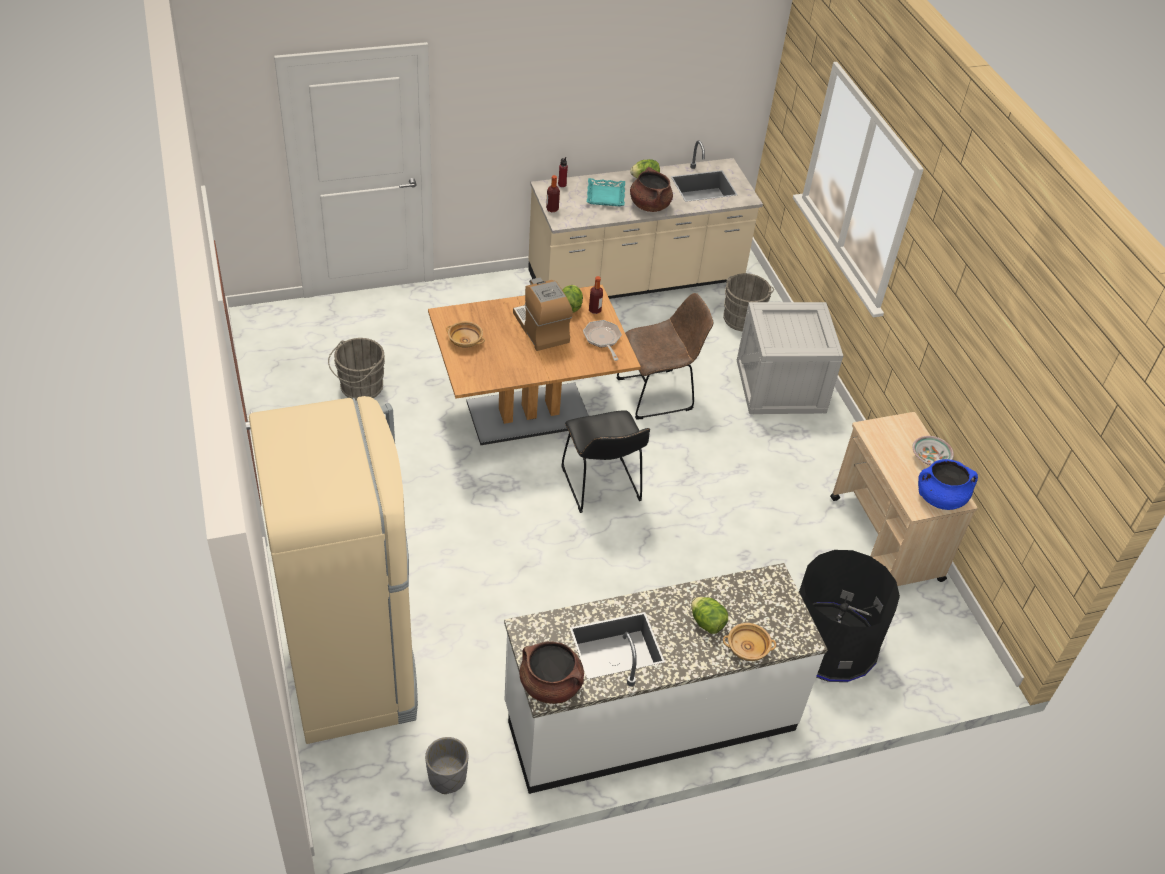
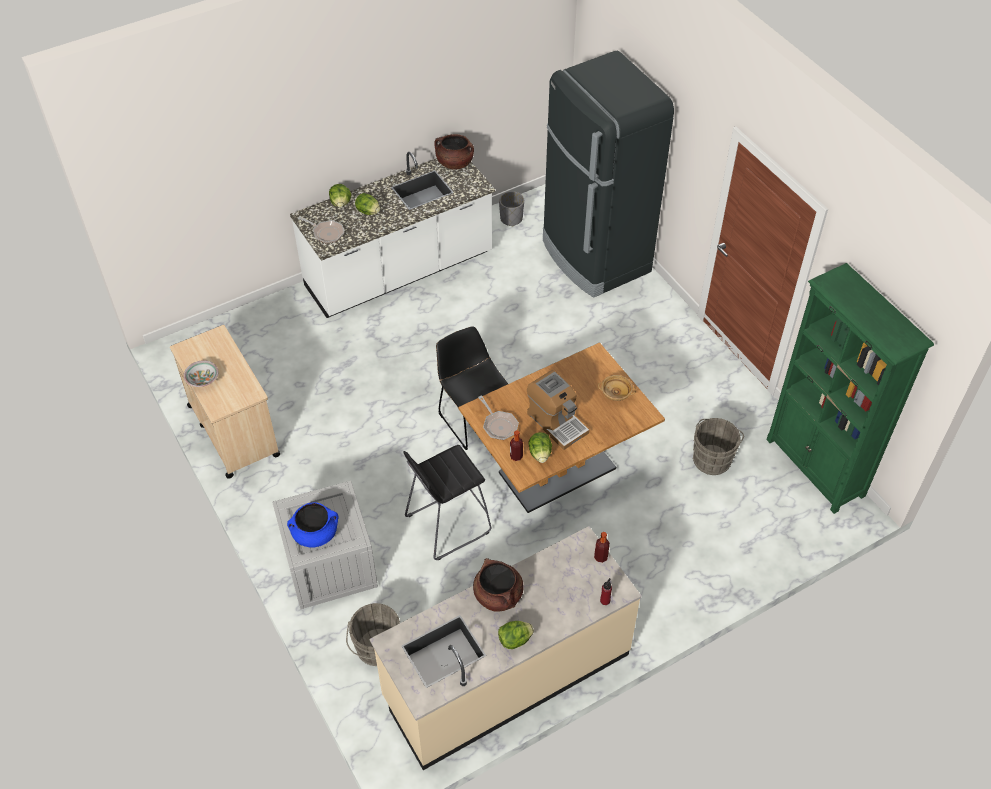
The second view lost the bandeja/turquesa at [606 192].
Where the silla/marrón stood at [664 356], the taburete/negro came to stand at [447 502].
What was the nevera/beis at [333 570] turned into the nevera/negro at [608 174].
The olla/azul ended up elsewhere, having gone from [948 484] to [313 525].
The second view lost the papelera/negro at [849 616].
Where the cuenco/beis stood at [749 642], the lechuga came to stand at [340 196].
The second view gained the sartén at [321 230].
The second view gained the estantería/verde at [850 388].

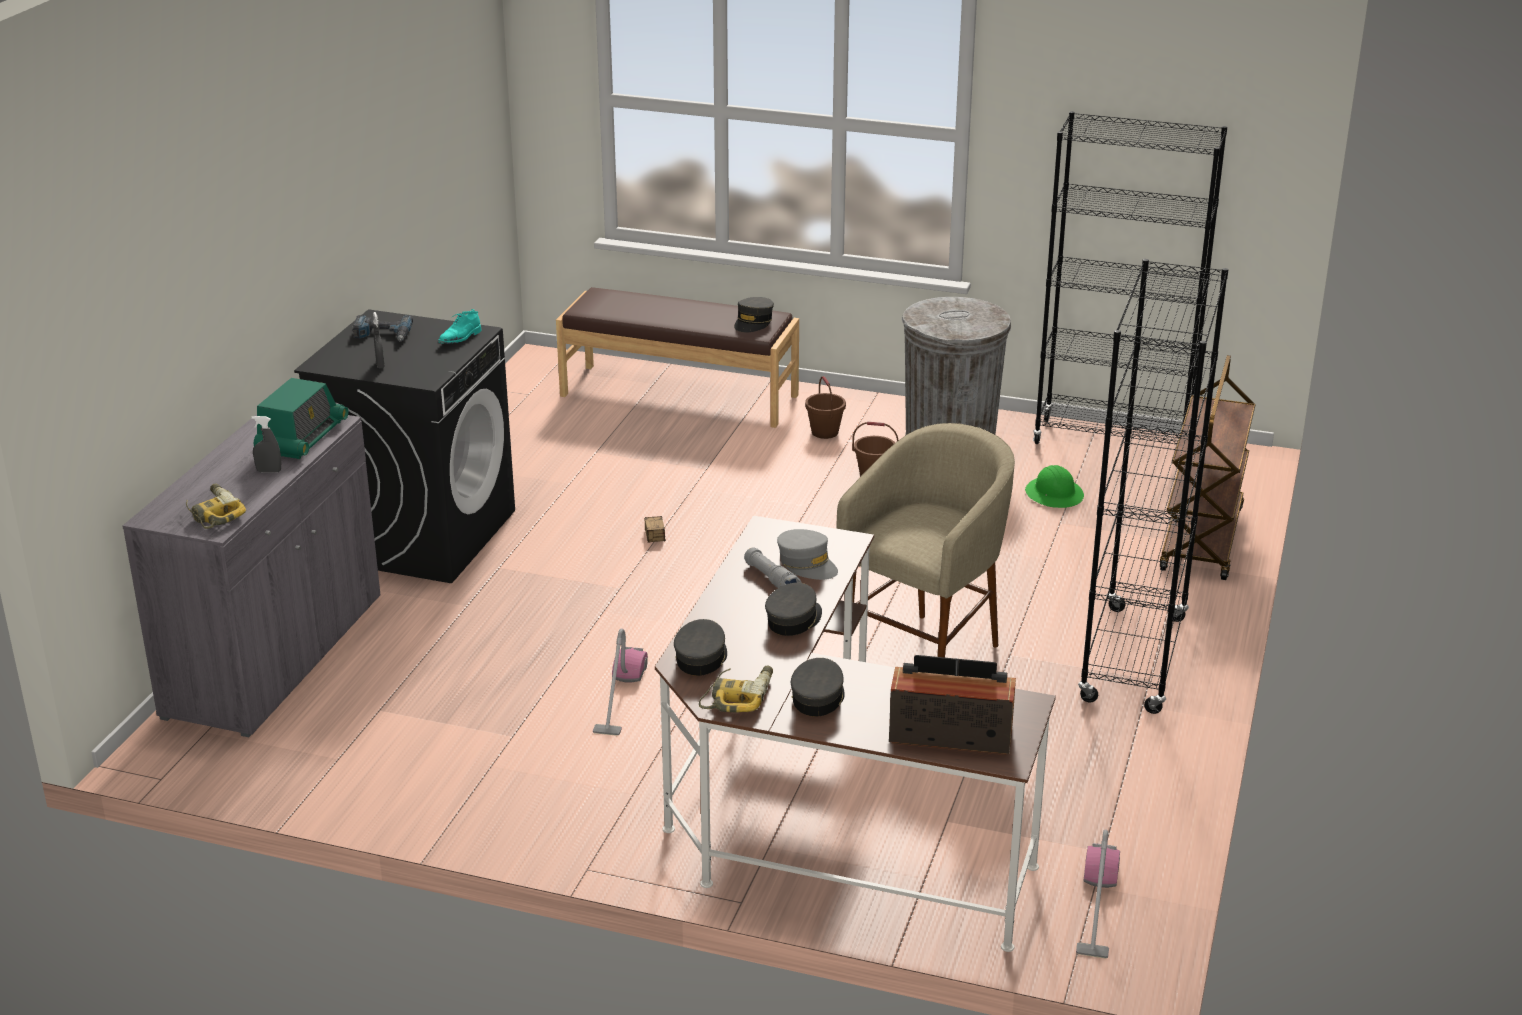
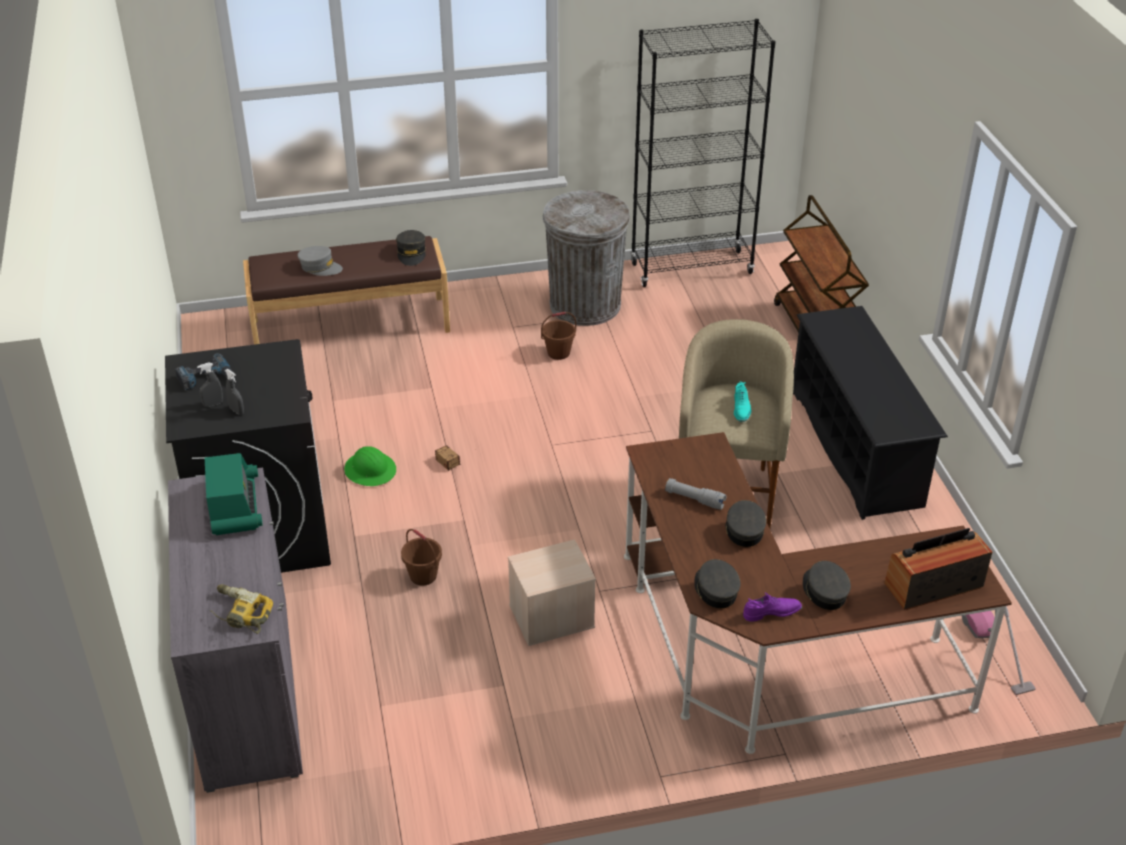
Where the estantería/negro stood at [1153 486], the zapatero/negro came to stand at [870 413].
The zapato/turquesa ended up elsewhere, having gone from [459 326] to [742 401].
The cubo/marrón ended up elsewhere, having gone from [825 407] to [421 557].
The pulverizador/gris ended up elsewhere, having gone from [266 444] to [210 385].
The casco/verde ended up elsewhere, having gone from [1054 486] to [370 466].
The gorra/gris ended up elsewhere, having gone from [807 554] to [320 261].
Where the aspiradora stood at [620 682], the caja de almacenaje/beis came to stand at [552 592].
Where the taladro stood at [736 688], the zapato/morado came to stand at [772 607].

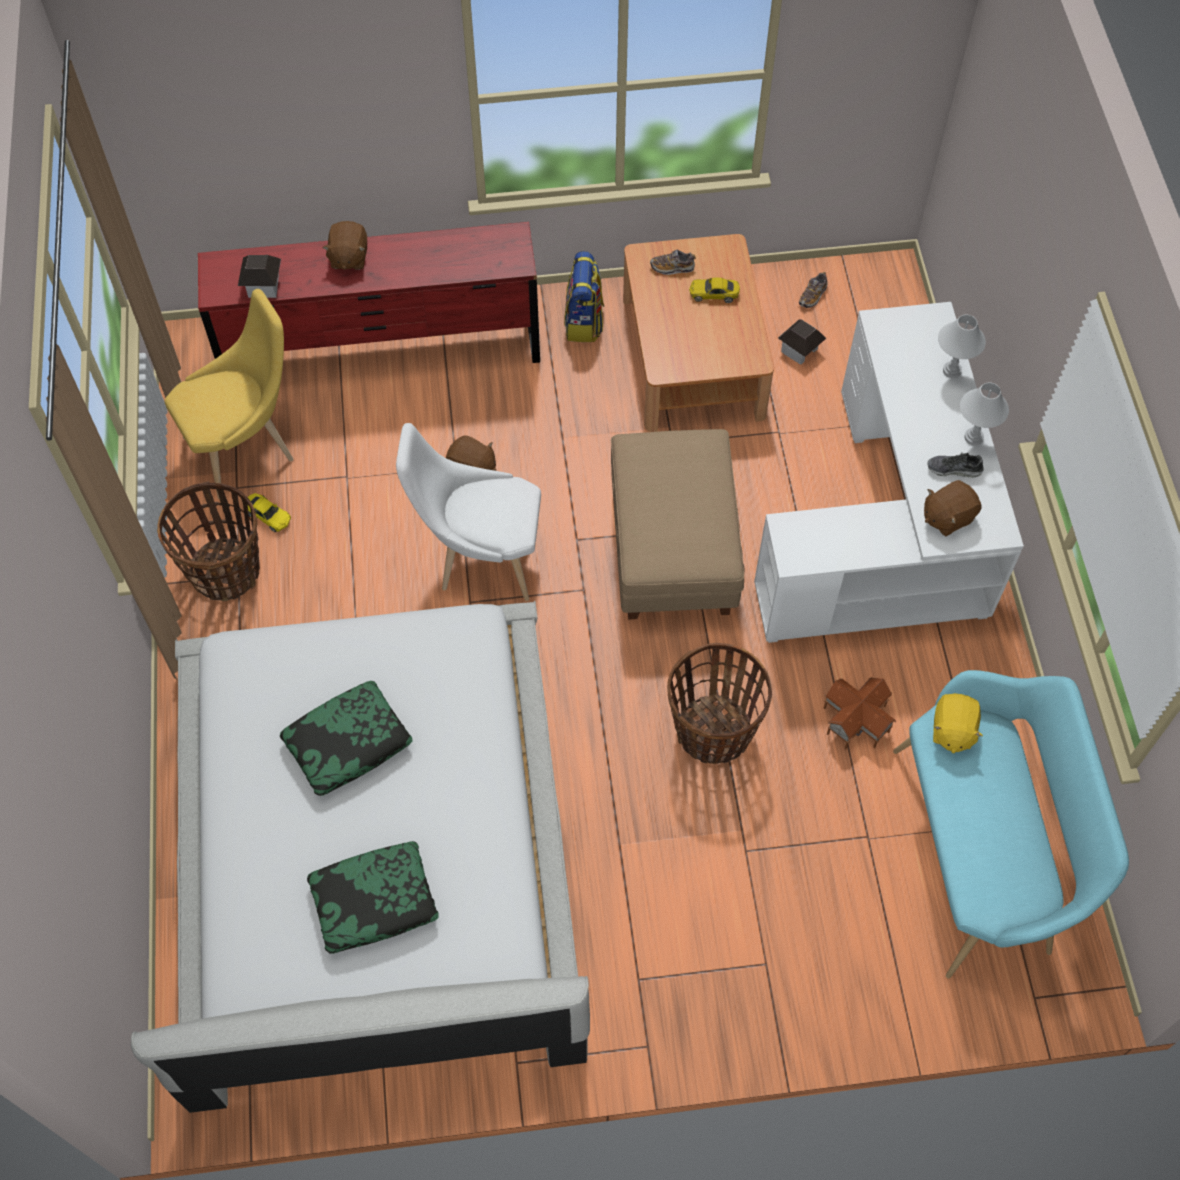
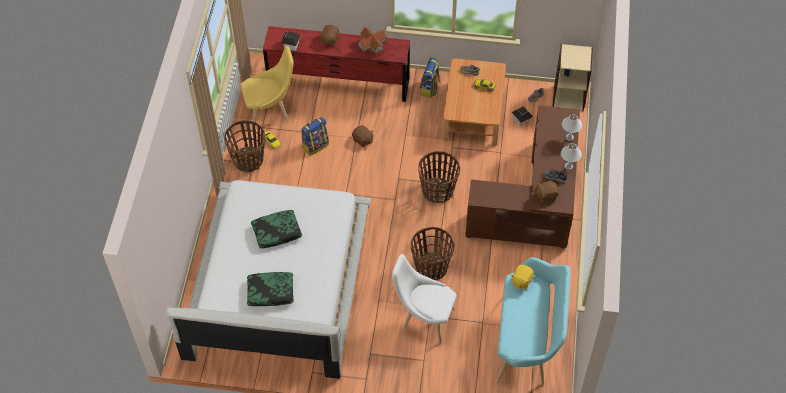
What was the escritorio/blanco at [889 472] turned into the escritorio/marrón at [522 177].
The silla/blanco ended up elsewhere, having gone from [468 512] to [424 299].
Where the puf/beis stood at [677 524], the cesta came to stand at [439 177].
The casita ended up elsewhere, having gone from [860 713] to [372 42].
The second view gained the estantería/beis at [573 77].
The second view gained the mochila at [315 136].

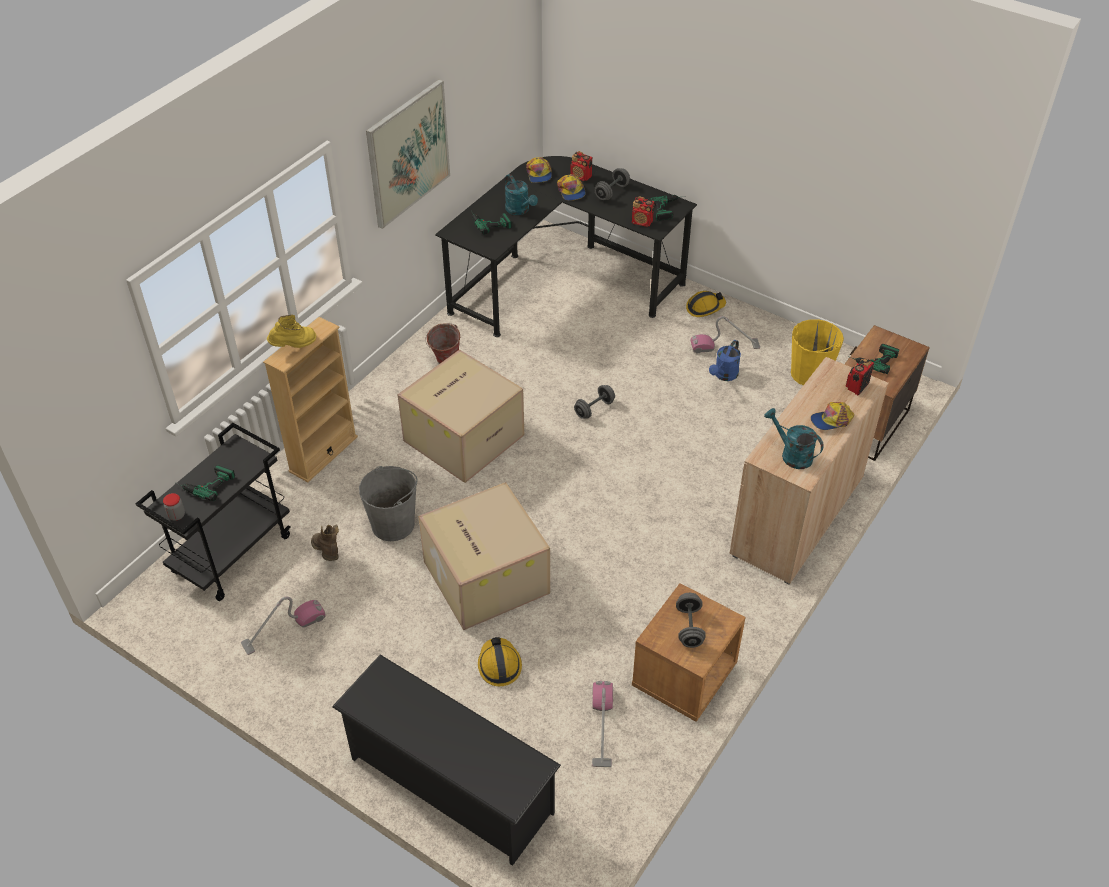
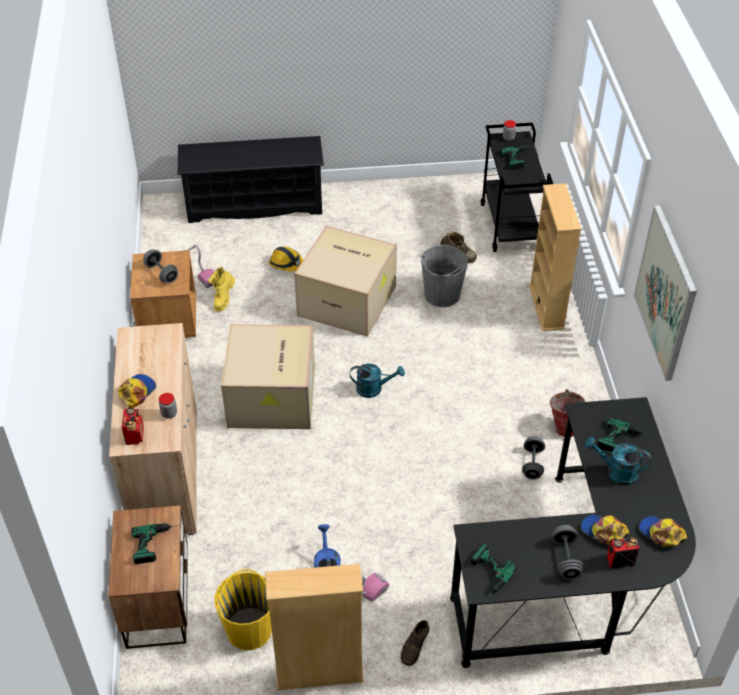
The second view lost the radio at [643 211].
Where the casco stood at [706 304], the zapato/marrón came to stand at [415 643].
The bota/amarillo ended up elsewhere, having gone from [291 331] to [221 289].
The caja de cartón ended up elsewhere, having gone from [460 416] to [268 376].
The mancuerna/gris ended up elsewhere, having gone from [594 402] to [533 458].
The regadera/turquesa ended up elsewhere, having gone from [794 438] to [377 381].
The second view lost the aspiradora at [283 626].
The second view gained the tarro at [168 406].
The second view gained the estantería/beis at [314 627].

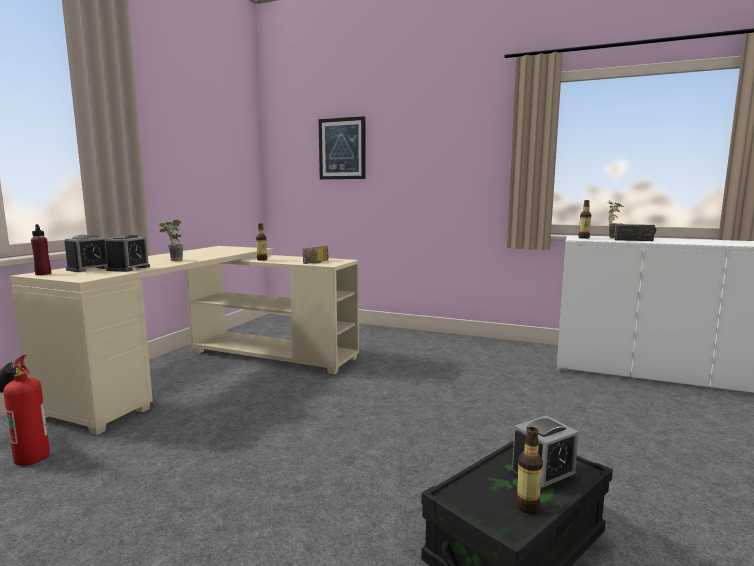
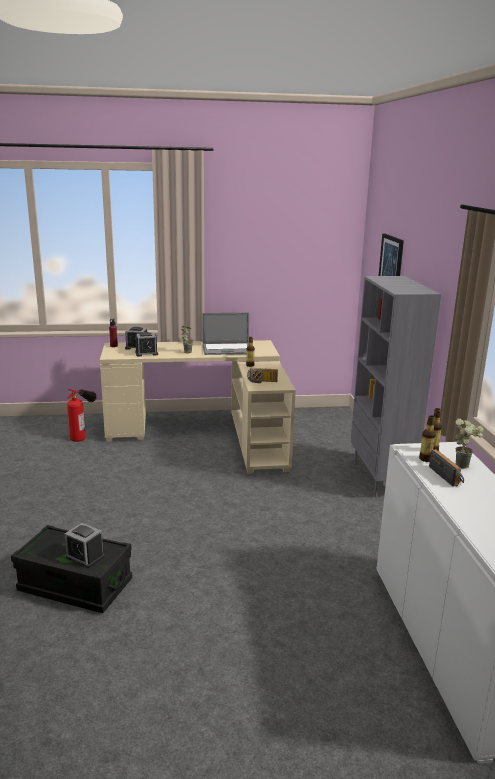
The botella ended up elsewhere, having gone from [529 470] to [427 438].
The second view gained the estantería/gris at [396 386].
The second view gained the portátil at [225 333].

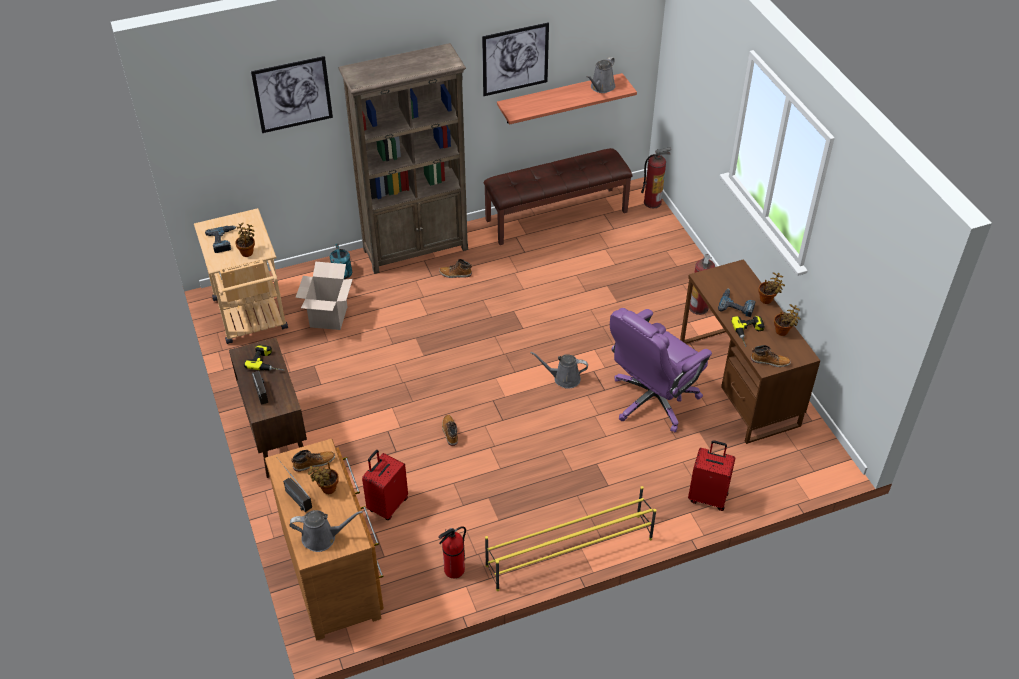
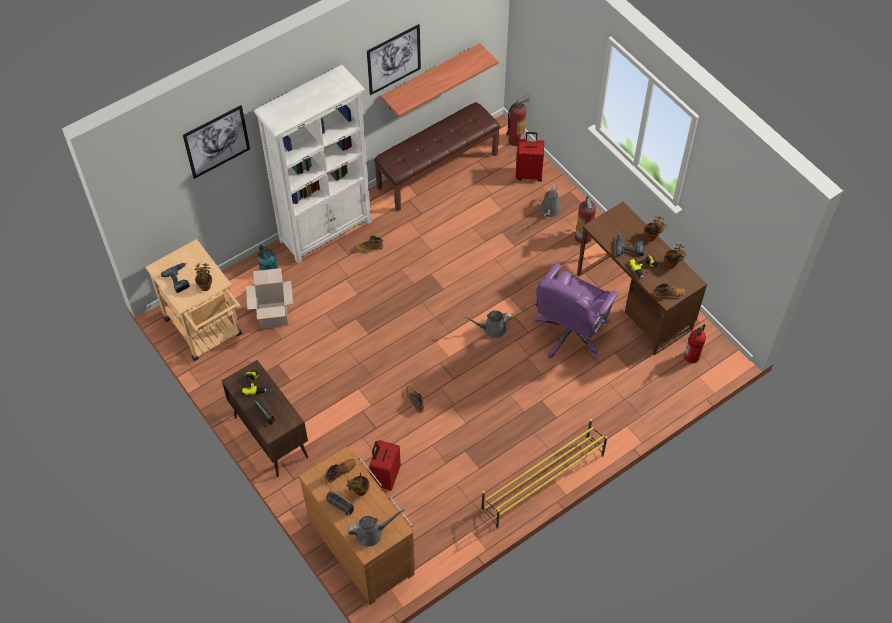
What was the estantería/marrón at [403 158] turned into the estantería/blanco at [312 164].
The regadera/gris ended up elsewhere, having gone from [600 75] to [550 201].
The maleta/rojo ended up elsewhere, having gone from [711 475] to [530 157].
The extintor ended up elsewhere, having gone from [452 552] to [695 343].

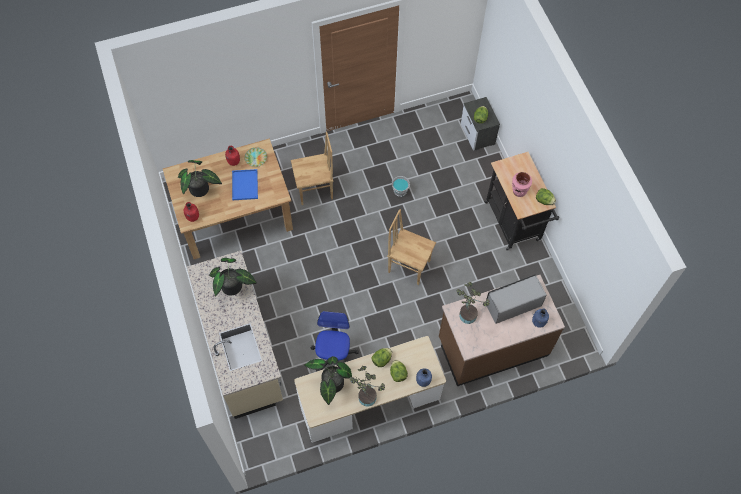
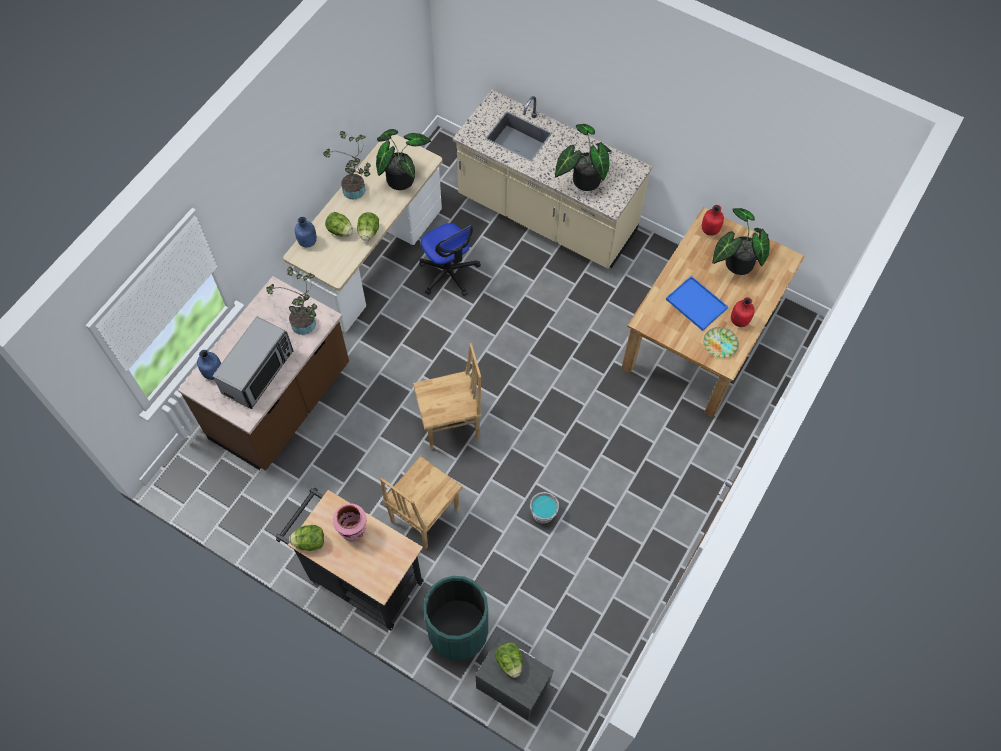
The silla/marrón ended up elsewhere, having gone from [312 168] to [421 502].
The second view gained the papelera/verde at [455 618].

